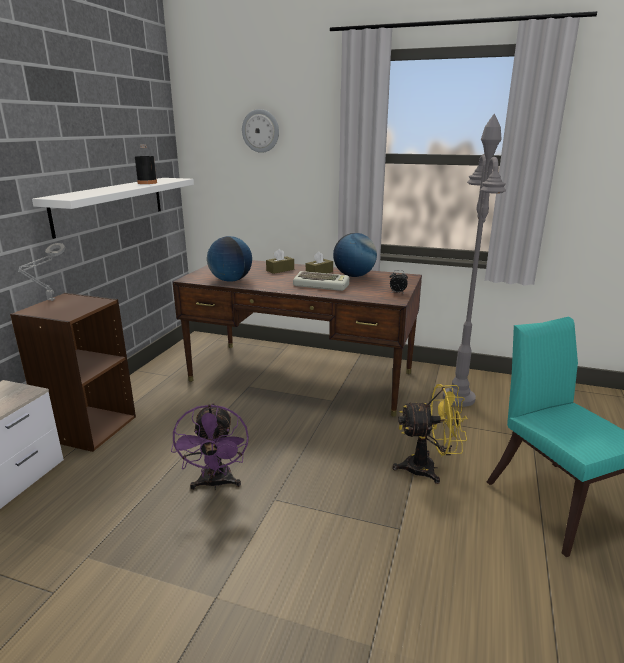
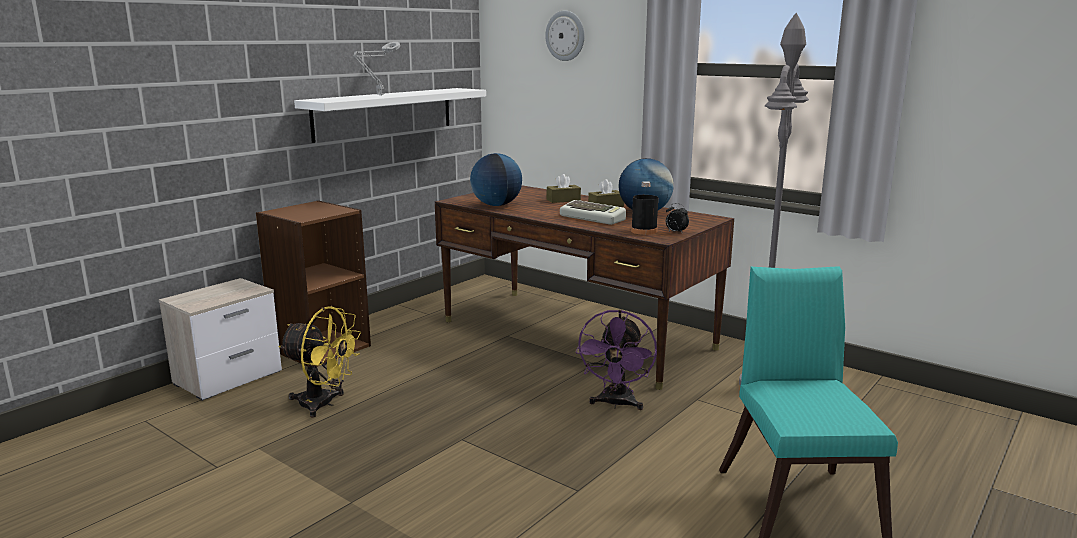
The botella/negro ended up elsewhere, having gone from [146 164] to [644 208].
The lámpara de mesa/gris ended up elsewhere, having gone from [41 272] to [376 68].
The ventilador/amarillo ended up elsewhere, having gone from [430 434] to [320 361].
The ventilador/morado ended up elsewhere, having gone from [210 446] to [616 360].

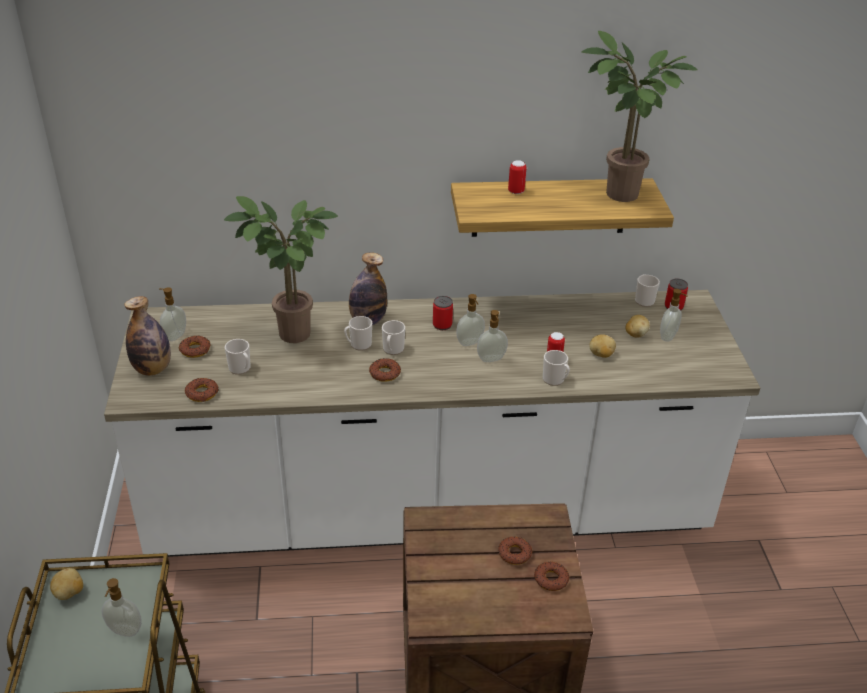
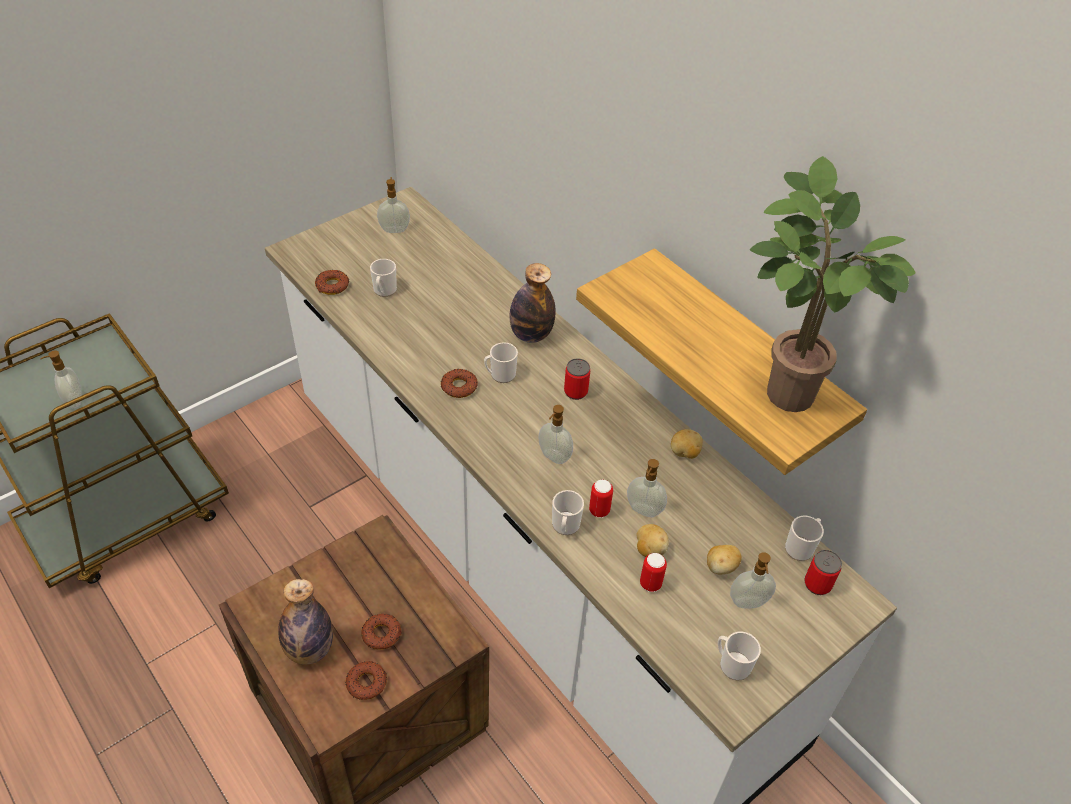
The lata ended up elsewhere, having gone from [517 177] to [653 572].
The second view lost the planta en maceta at [281 269].
The dispensador de jabón ended up elsewhere, having gone from [470 320] to [647 488].
The botella ended up elsewhere, having gone from [147 336] to [305 622].
The taza grande ended up elsewhere, having gone from [358 333] to [739 656].
The second view lost the rosquilla at [194 347].
The patata ended up elsewhere, having gone from [66 584] to [687 444].

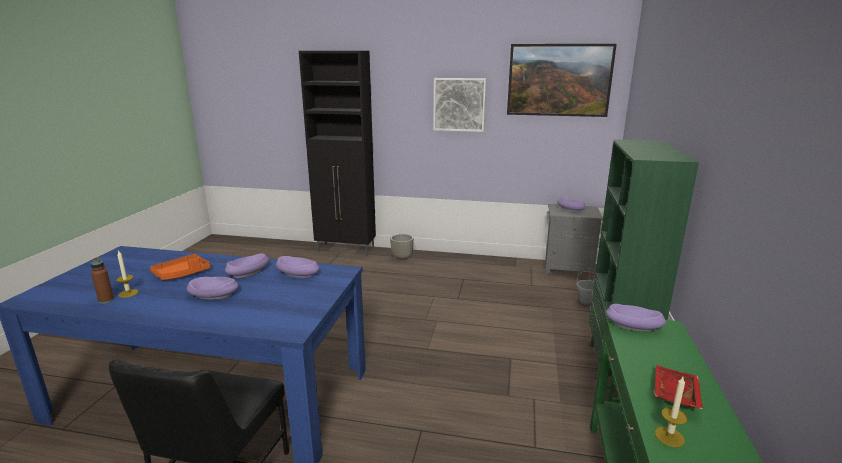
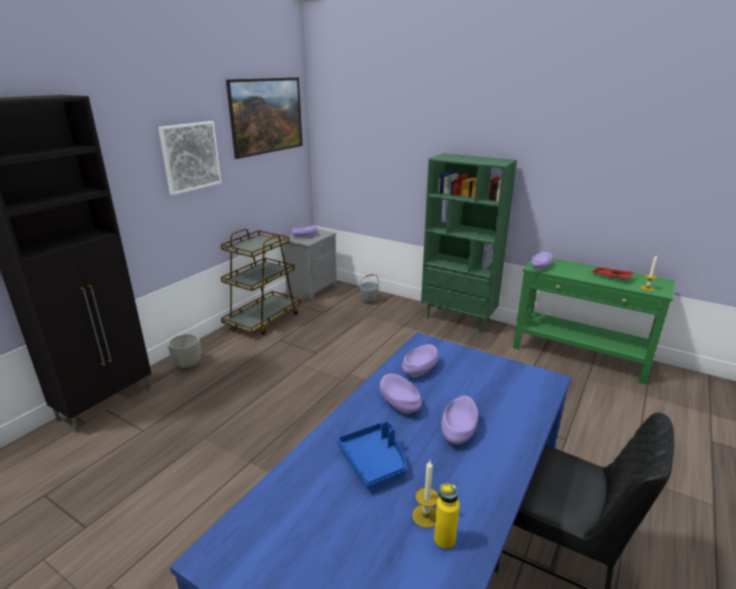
What was the bandeja/naranja at [180 267] turned into the bandeja/azul at [371 455].
What was the botella/marrón at [102 280] turned into the botella/amarillo at [447 517].
The second view gained the carrito/marrón at [261 281].

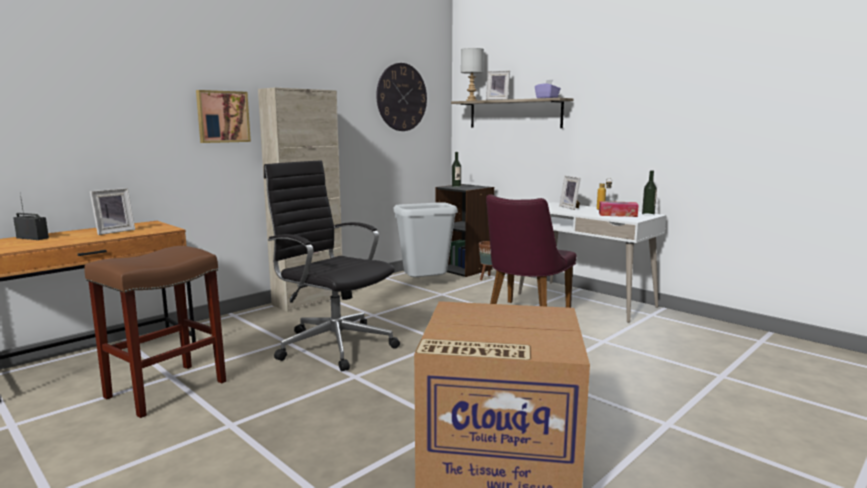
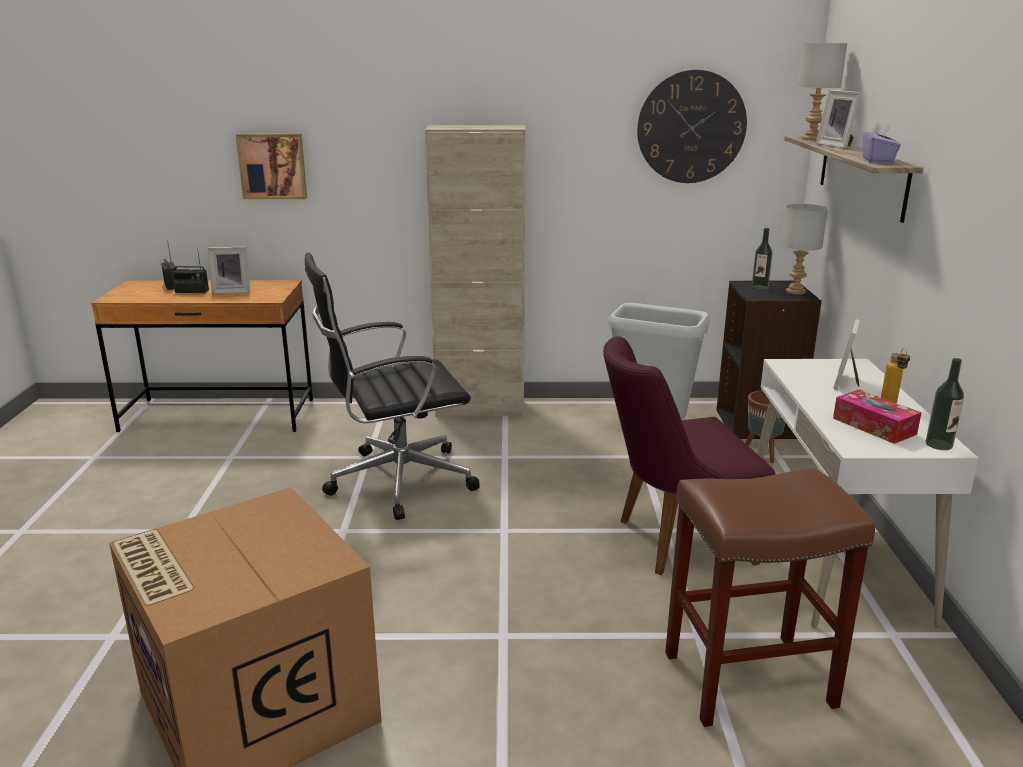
The cuadro ended up elsewhere, having gone from [223 116] to [271 166].
The silla de oficina/negro at [332 265] ended up facing another way, 105 degrees counterclockwise from before.
The taburete/marrón ended up elsewhere, having gone from [155 332] to [770 597].
The second view gained the lámpara de mesa/gris at [804 249].
The second view gained the radio at [190 270].

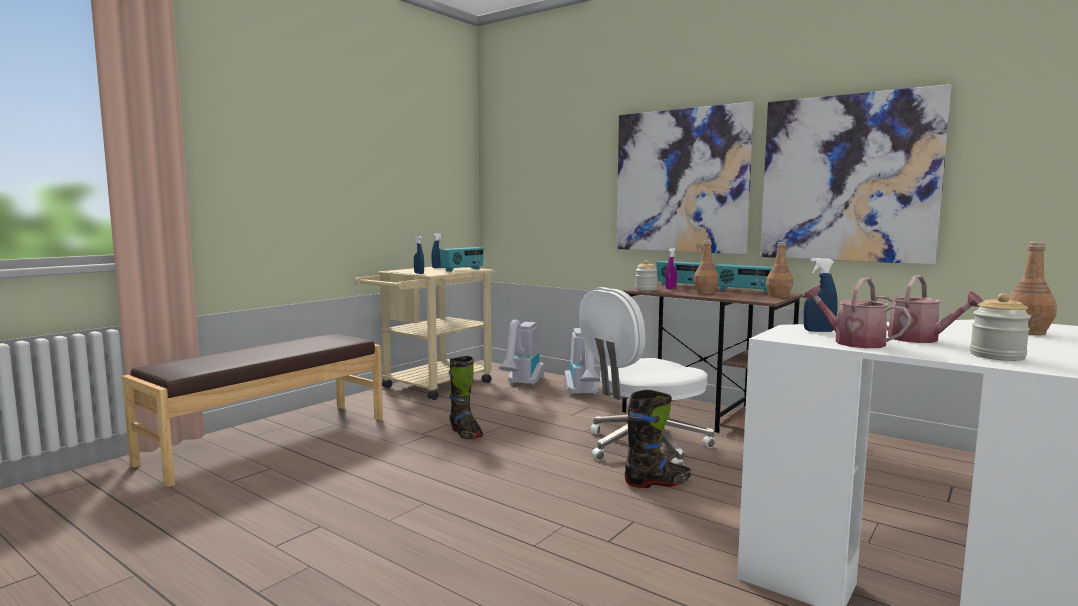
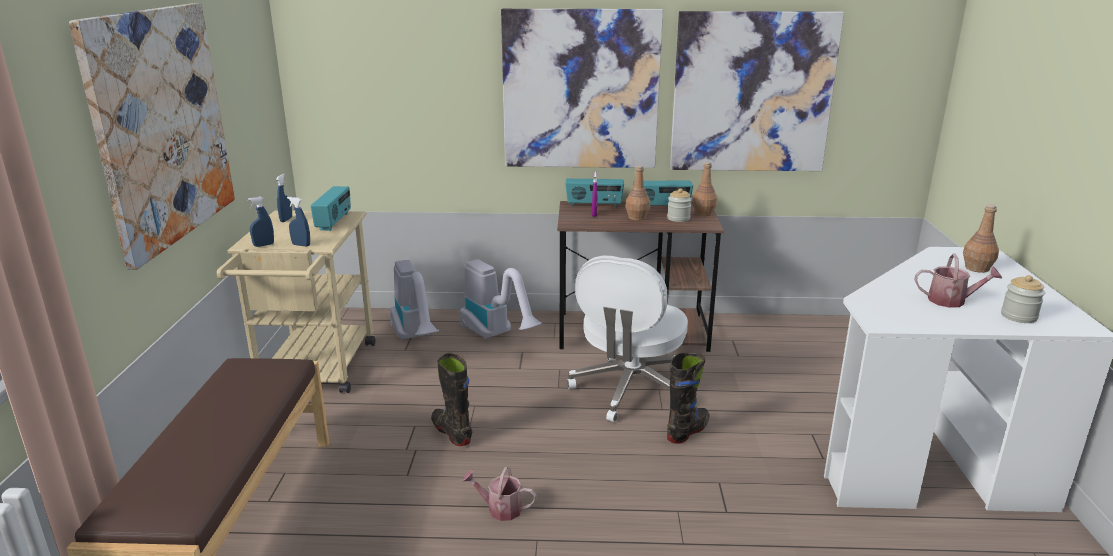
The pulverizador/azul ended up elsewhere, having gone from [820 295] to [261 222].
The tarro ended up elsewhere, having gone from [646 275] to [679 205].
The regadera ended up elsewhere, having gone from [857 312] to [499 494].
The bota/negro at [466 397] ended up facing another way, 150 degrees counterclockwise from before.
The second view gained the cuadro at [152 136].

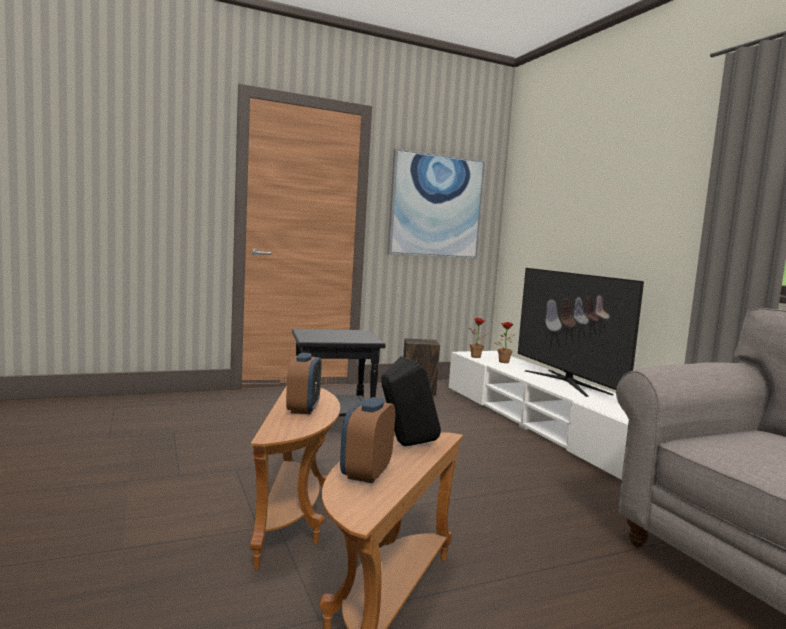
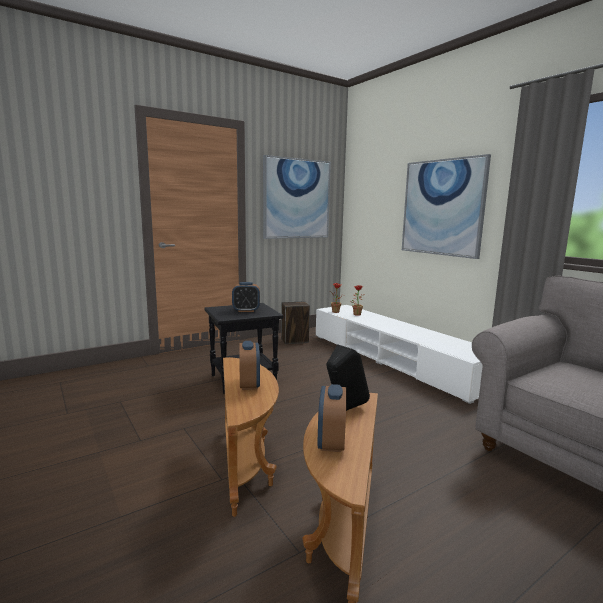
The second view lost the televisor at [581 332].
The second view gained the cuadro at [446 206].
The second view gained the despertador at [246 297].

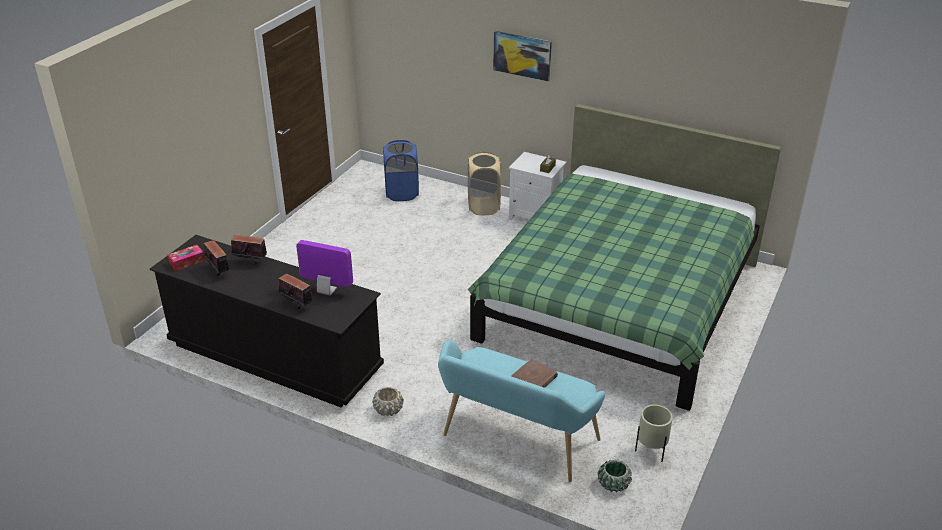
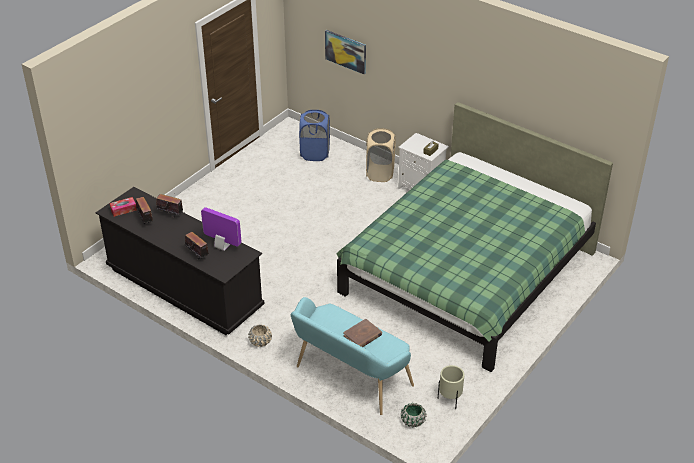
The cuadro ended up elsewhere, having gone from [522 56] to [345 52].

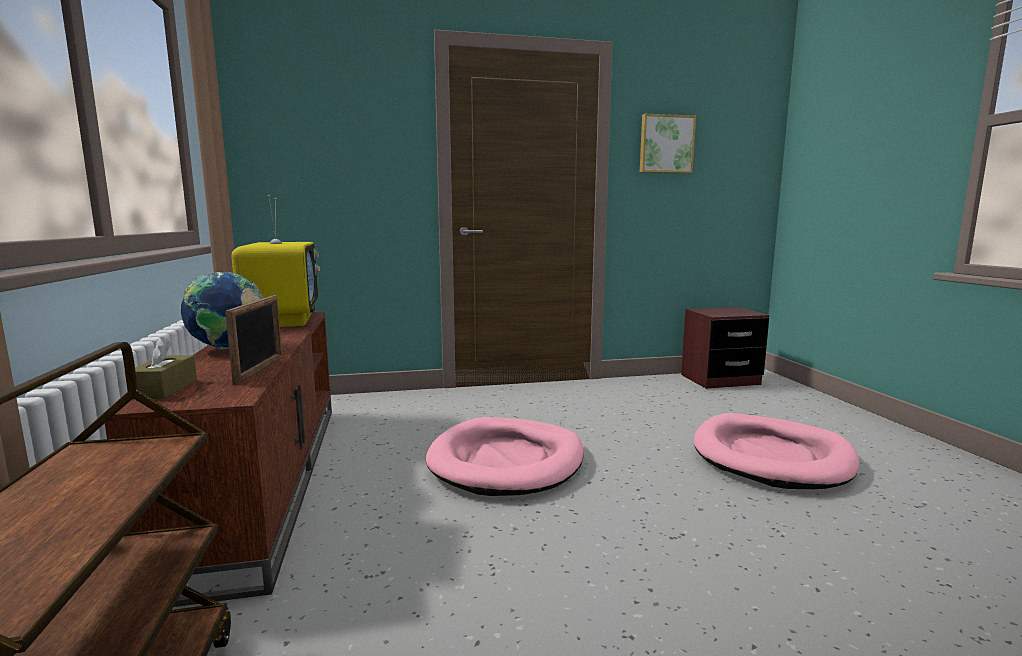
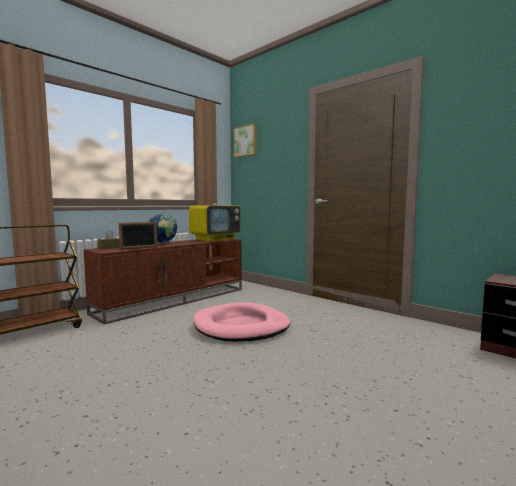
The cuadro ended up elsewhere, having gone from [668 143] to [245 140].
The second view lost the cama para perro/rosa at [776 451].

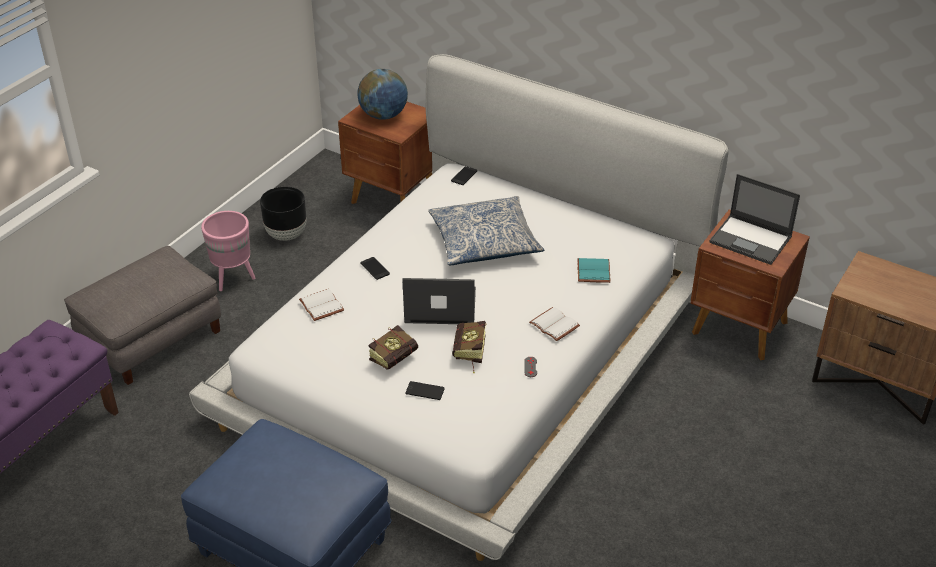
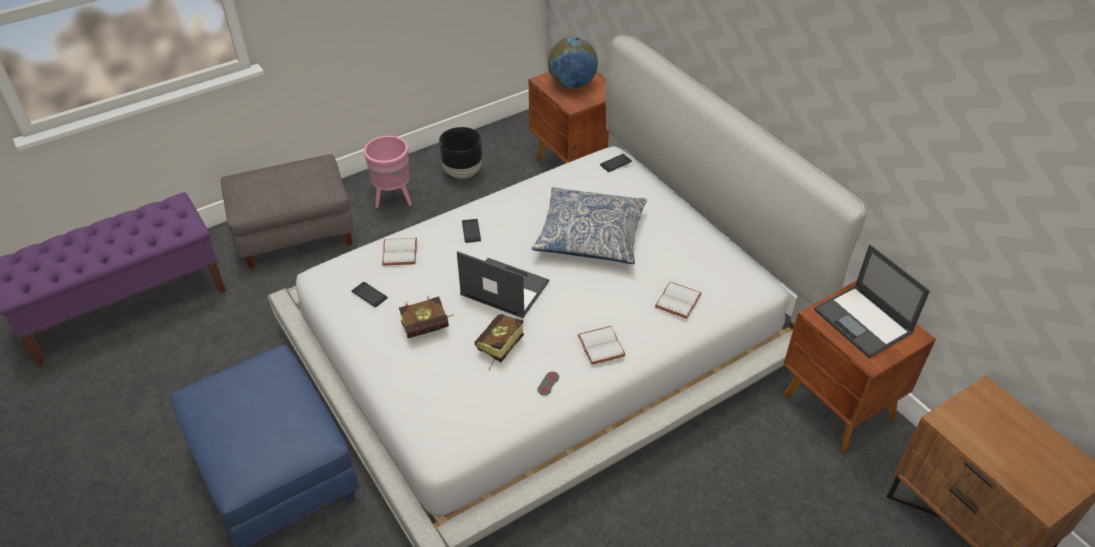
What was the libro/turquesa at [594 270] turned into the libro/blanco at [678 300].
The móvil ended up elsewhere, having gone from [425 390] to [369 294].

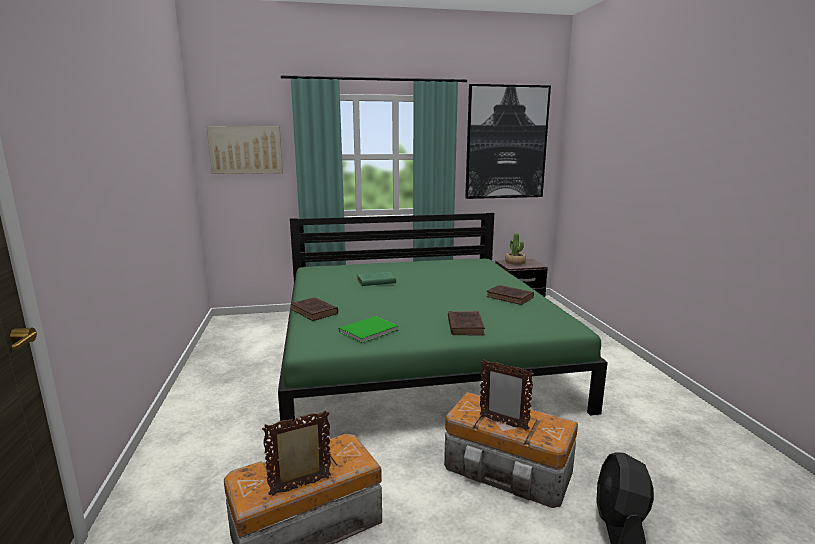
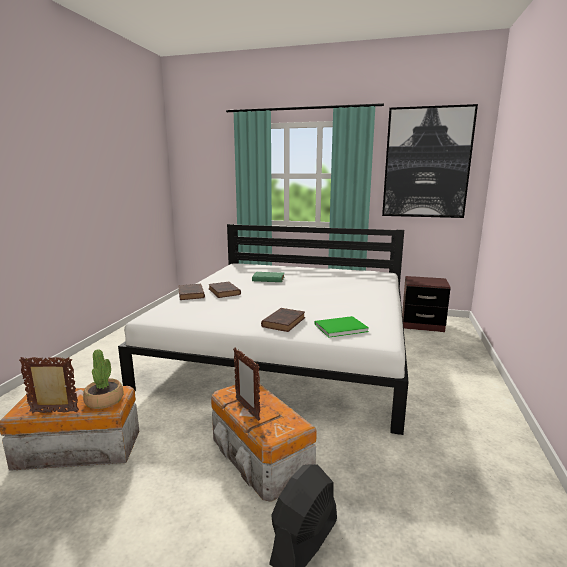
The second view lost the cuadro at [245 150].
What was the cama/verde at [443 320] turned into the cama/blanco at [263 329].
The planta en maceta ended up elsewhere, having gone from [515 248] to [103 379].
The libro/marrón ended up elsewhere, having gone from [510 295] to [224 289].
The libro/verde ended up elsewhere, having gone from [368 329] to [341 327].

